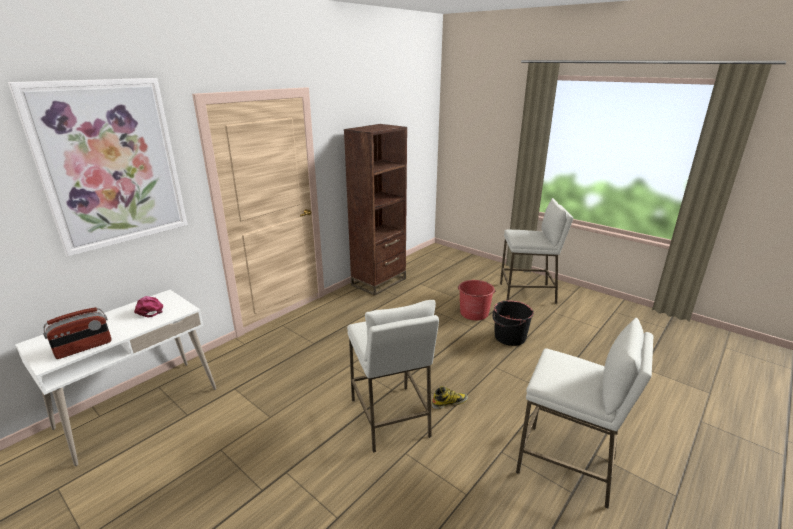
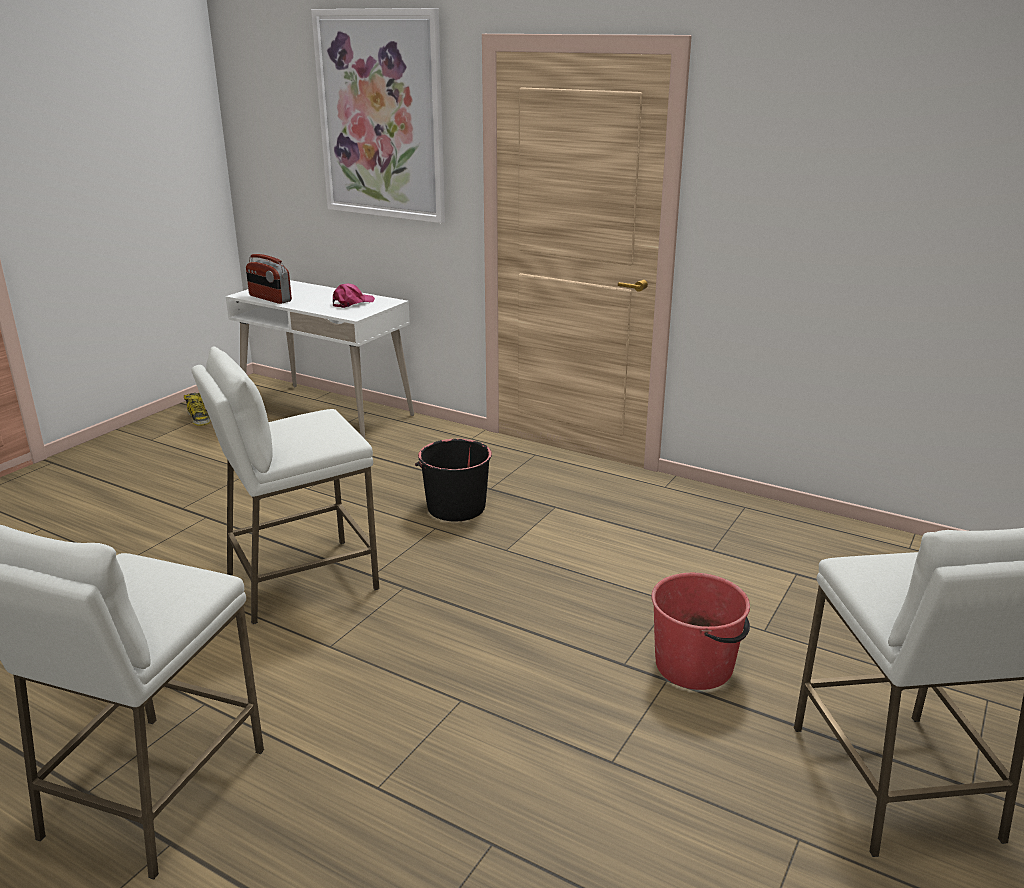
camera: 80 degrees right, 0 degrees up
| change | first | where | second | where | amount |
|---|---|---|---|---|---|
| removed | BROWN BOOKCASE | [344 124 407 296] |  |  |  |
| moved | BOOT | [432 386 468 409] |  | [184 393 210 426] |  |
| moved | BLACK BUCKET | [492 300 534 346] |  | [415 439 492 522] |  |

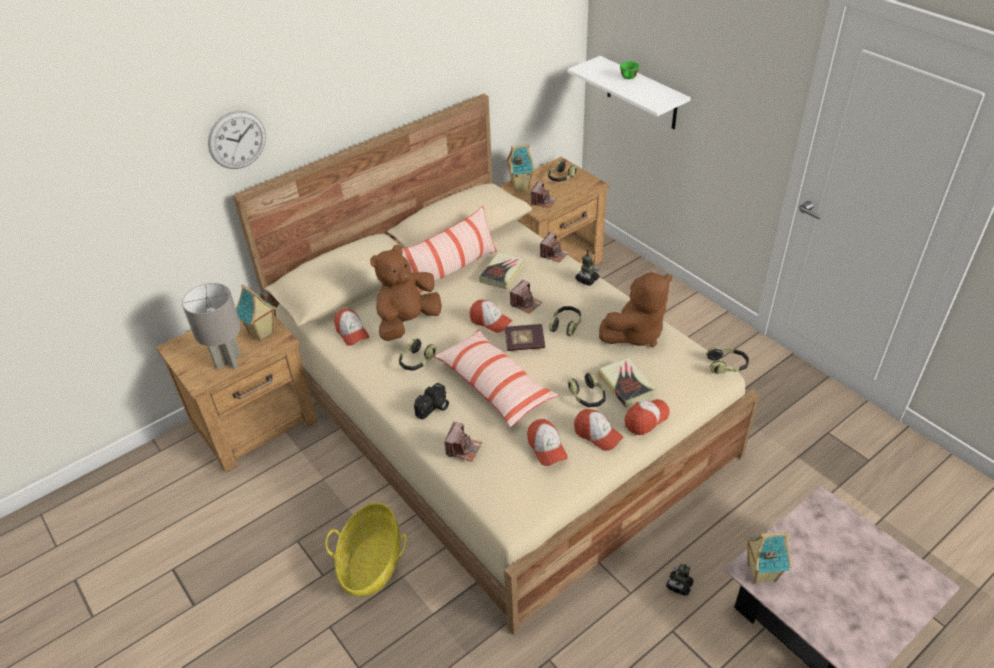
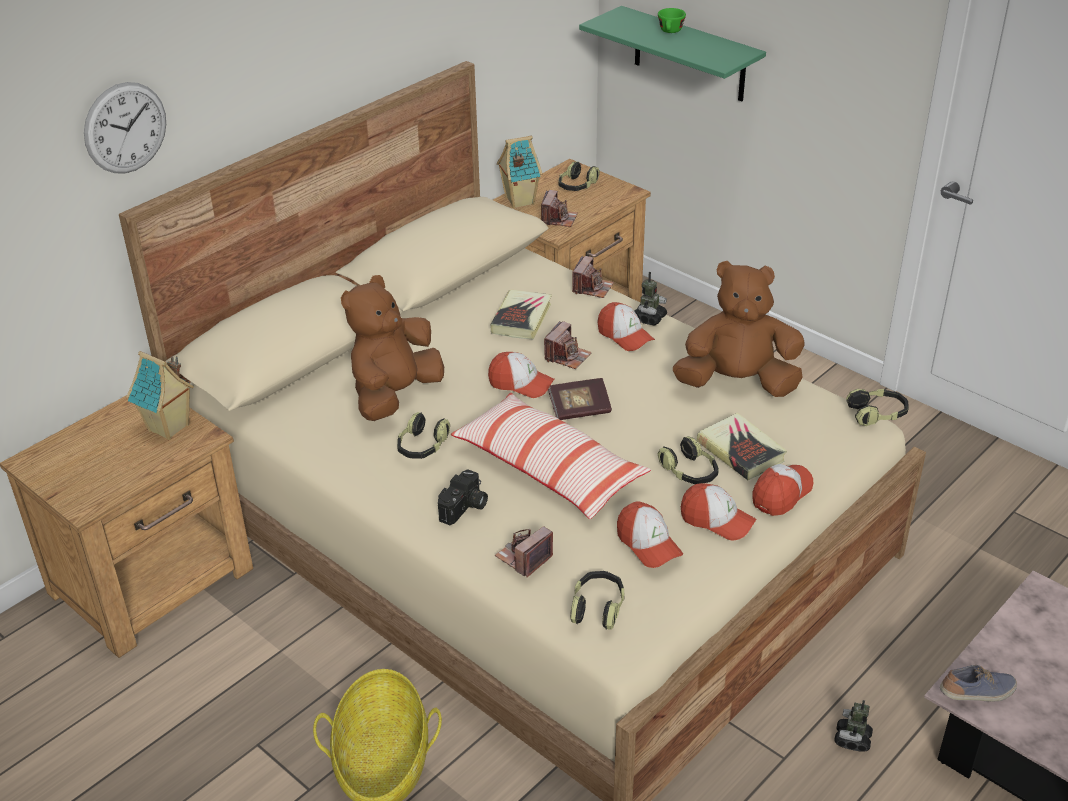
camera: 10 degrees left, 5 degrees down
| change | first | where | second | where | amount |
|---|---|---|---|---|---|
| removed | GREY TABLE LAMP | [182 283 242 370] |  |  |  |
| removed | PILLOW | [402 206 497 294] |  |  |  |
| moved | CAP | [334 308 369 346] |  | [597 302 655 351] |  |
| moved | HEADPHONES | [549 306 581 337] |  | [570 571 624 630] |  |
| replaced | TOY HOUSE | [745 532 792 584] | SHOE | [940 665 1017 702] |  |
| recoloured | WHITE SHELF | [567 56 691 129] | GREEN SHELF | [579 6 766 101] |  |
| turned | PHOTO CAMERA | [444 422 482 461] |  | [495 526 553 577] | 150 degrees counterclockwise |
| turned | BROWN PLUSH TOY | [599 272 672 347] |  | [673 261 805 397] | 135 degrees counterclockwise |

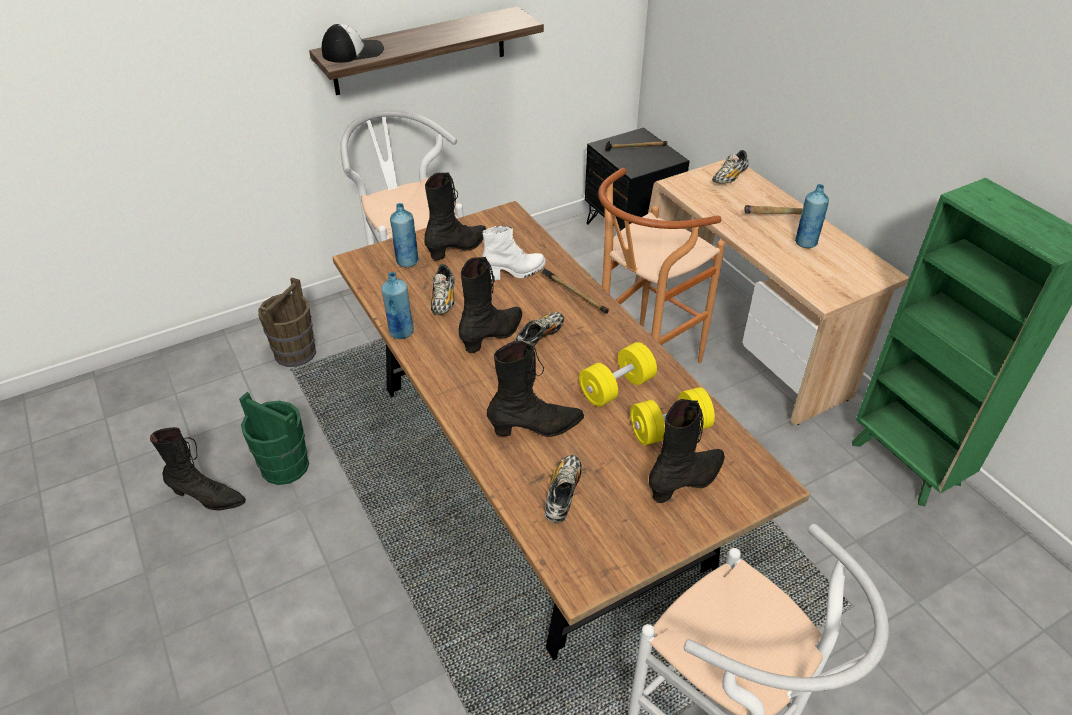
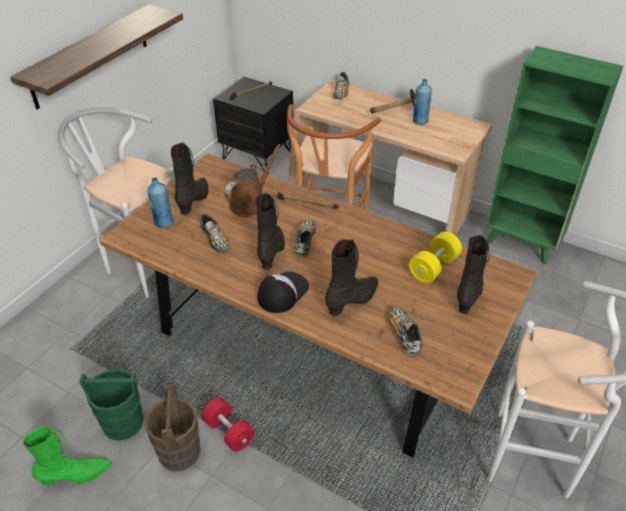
camera: 30 degrees left, 0 degrees up
| change | first | where | second | where | amount |
|---|---|---|---|---|---|
| removed | BLUE BOTTLE | [381 272 414 339] |  |  |  |
| removed | YELLOW DUMBBELL | [579 342 657 407] |  |  |  |
| added |  |  | RED DUMBBELL | [201 397 255 452] |  |
| moved | BROWN BUCKET | [258 277 316 367] |  | [144 384 201 471] |  |
| moved | CAP | [322 24 384 63] |  | [258 271 309 313] |  |
| replaced | WHITE BOOT | [482 226 545 281] | BROWN WATERING CAN | [224 144 281 217] |  |
| recoloured | BLACK BOOT | [150 427 246 510] | GREEN BOOT | [23 426 112 486] |  |

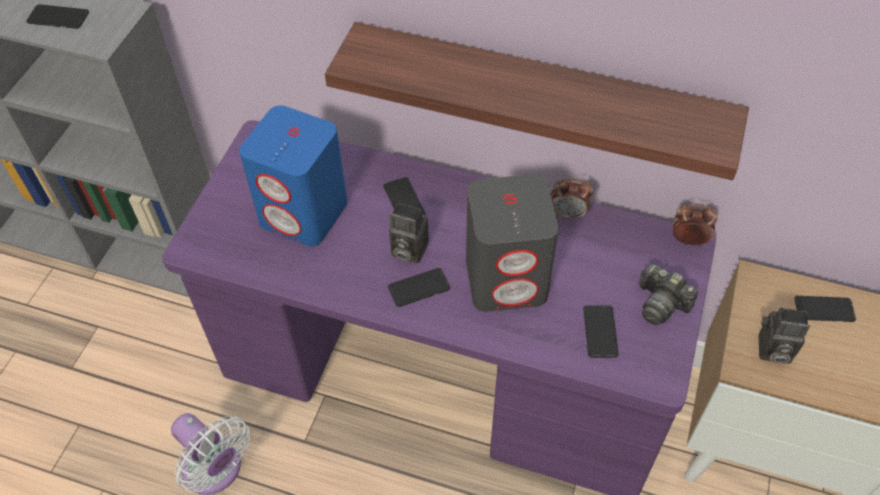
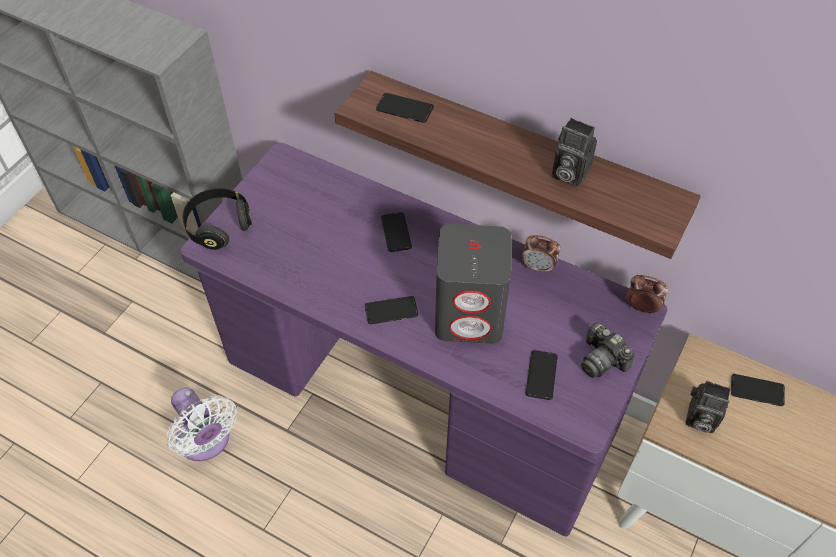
camera: 10 degrees right, 0 degrees up
| change | first | where | second | where | amount |
|---|---|---|---|---|---|
| removed | BLUE SPEAKER | [239 105 347 246] |  |  |  |
| added |  |  | BLACK HEADPHONES | [183 188 252 250] |  |
| moved | PHONE | [26 4 89 29] |  | [376 93 434 123] |  |
| moved | PHOTO CAMERA | [389 202 429 264] |  | [552 118 597 188] |  |

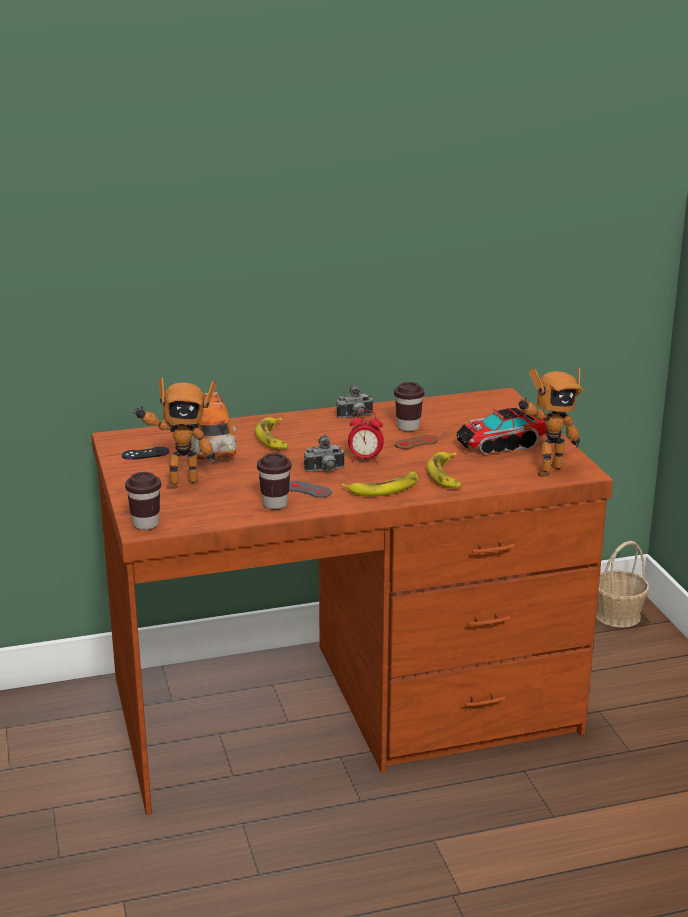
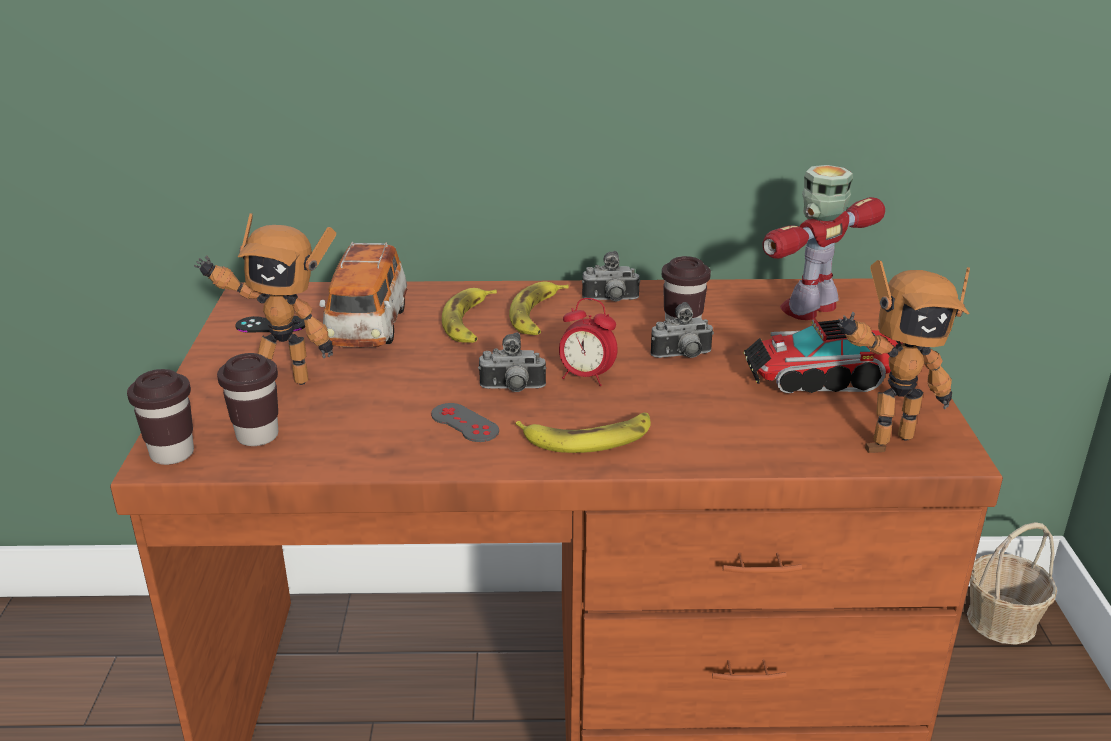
camera: 15 degrees right, 5 degrees up
| change | first | where | second | where | amount |
|---|---|---|---|---|---|
| added |  |  | TOY ROBOT | [763 165 885 320] |  |
| moved | BROWN CUP | [257 453 292 509] |  | [217 353 278 446] |  |
| moved | BANANA | [427 452 462 488] |  | [509 282 569 335] |  |
| replaced | BROWN GAME CONTROLLER | [395 435 438 449] | PHOTO CAMERA | [651 302 714 358] |  |

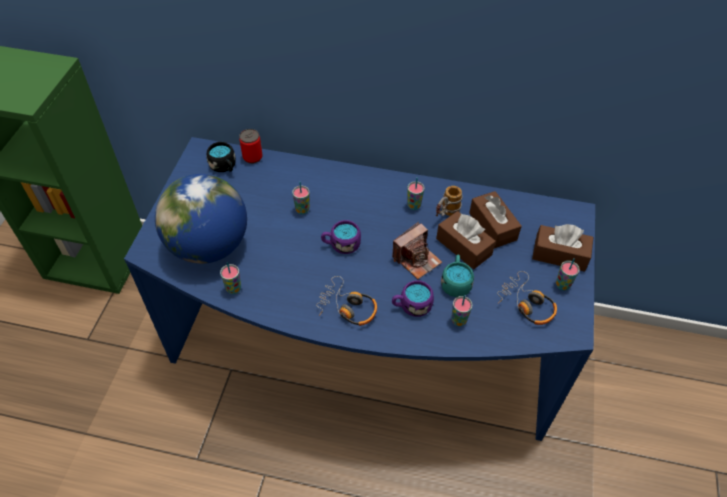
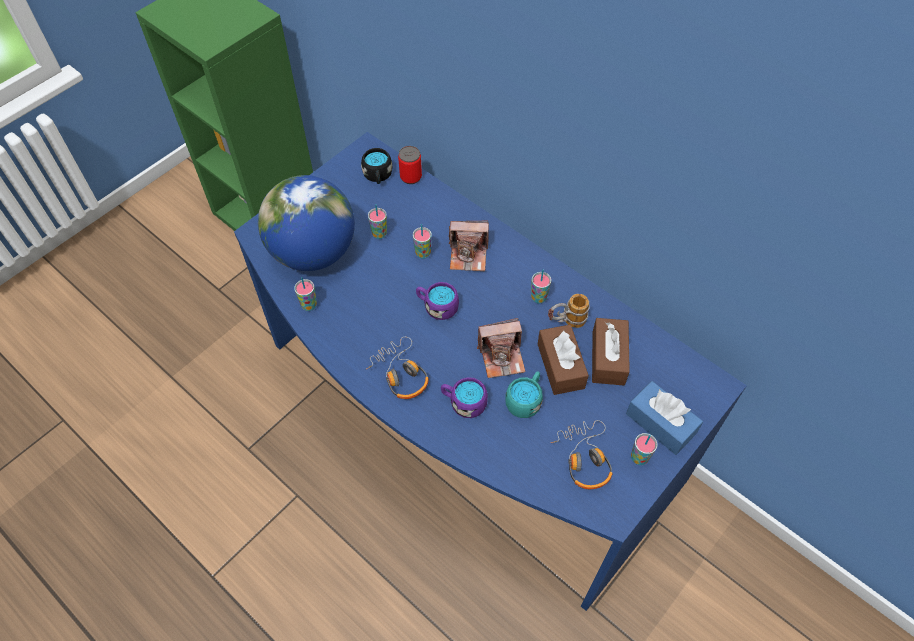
camera: 30 degrees right, 5 degrees up
| change | first | where | second | where | amount |
|---|---|---|---|---|---|
| added |  |  | PHOTO CAMERA | [449 221 489 271] |  |
| moved | CUP | [451 295 473 326] |  | [368 204 387 239] |  |
| recoloured | BROWN TISSUE BOX | [532 224 594 272] | BLUE TISSUE BOX | [626 381 703 455] |  |

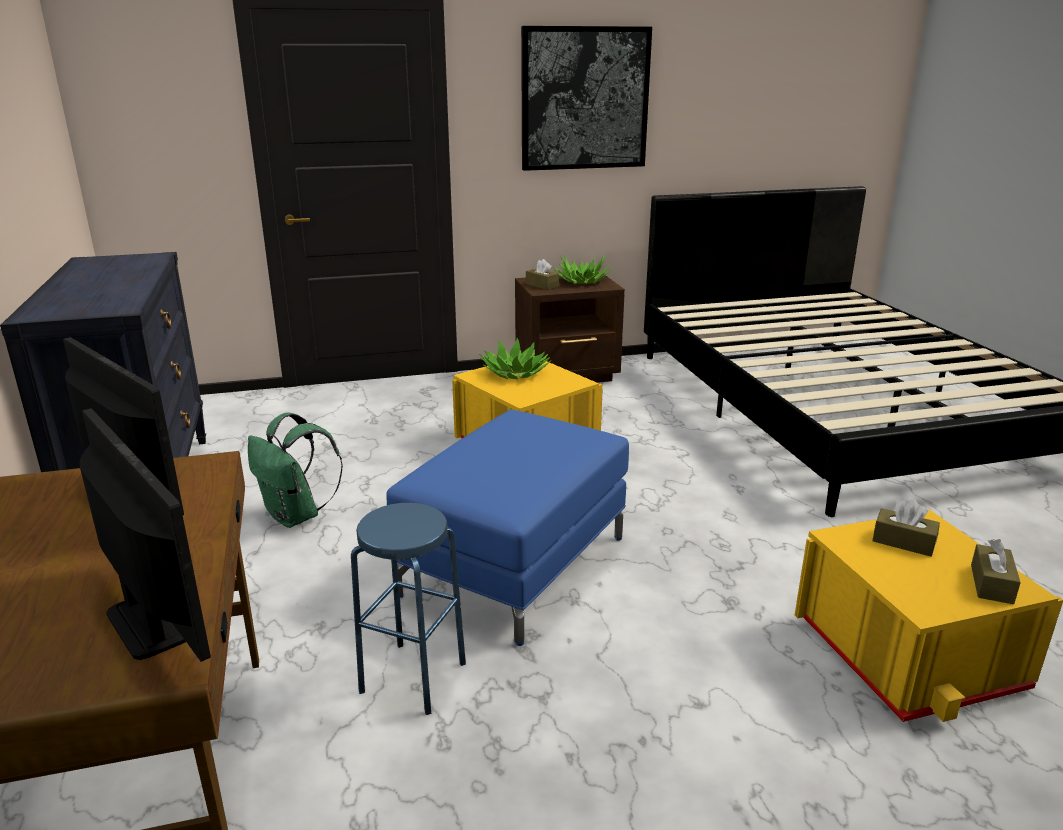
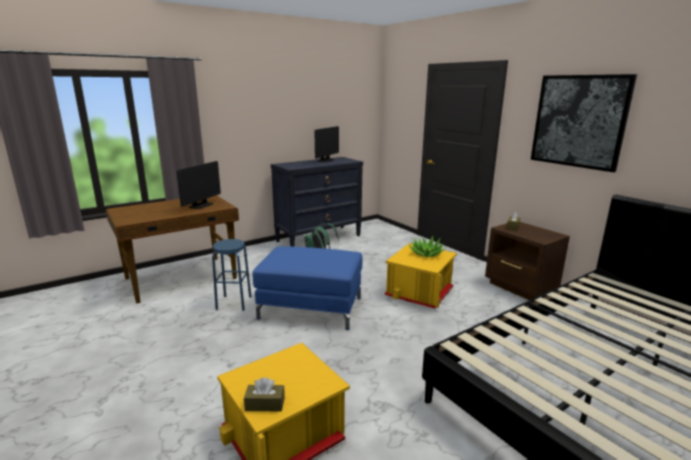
camera: 70 degrees right, 5 degrees down
| change | first | where | second | where | amount |
|---|---|---|---|---|---|
| removed | POTTED PLANT | [554 256 612 284] |  |  |  |
| removed | BROWN TISSUE BOX | [872 500 940 557] |  |  |  |
| moved | MONITOR | [80 408 211 662] |  | [314 126 339 162] |  |

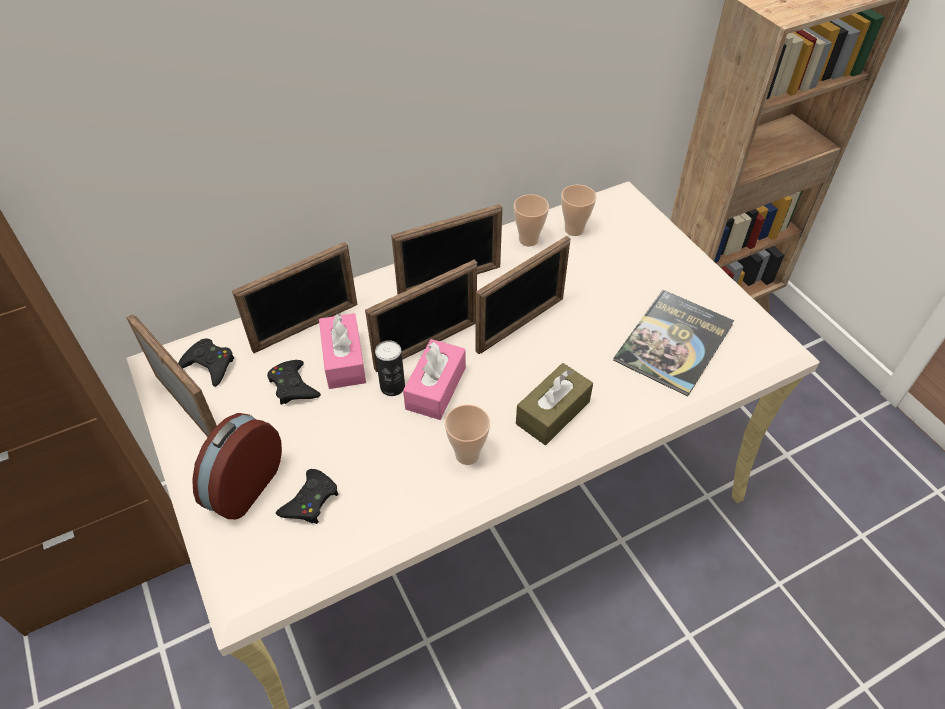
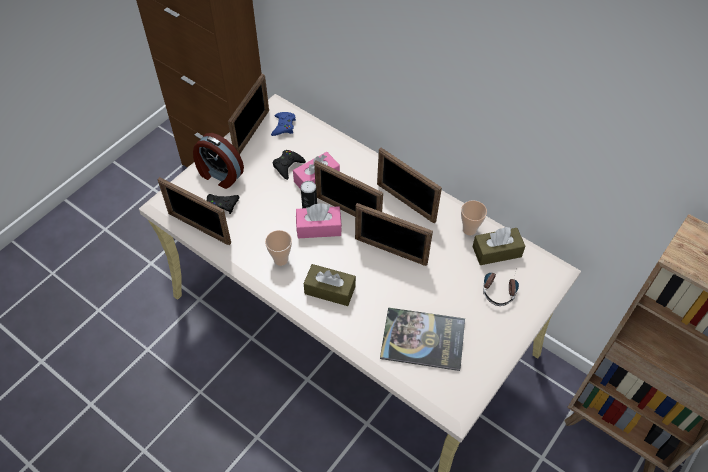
camera: 65 degrees right, 5 degrees up
| change | first | where | second | where | amount |
|---|---|---|---|---|---|
| added |  |  | HEADPHONES | [483 272 519 306] |  |
| moved | PICTURE FRAME | [232 242 358 353] |  | [157 177 231 245] |  |
| replaced | CUP | [561 185 596 236] | BROWN TISSUE BOX | [472 227 526 265] |  |
| recoloured | BLACK GAME CONTROLLER | [178 338 234 387] | BLUE GAME CONTROLLER | [271 112 296 136] |  |
| turned | ALARM CLOCK | [192 413 282 519] |  | [193 133 244 189] | 150 degrees counterclockwise |

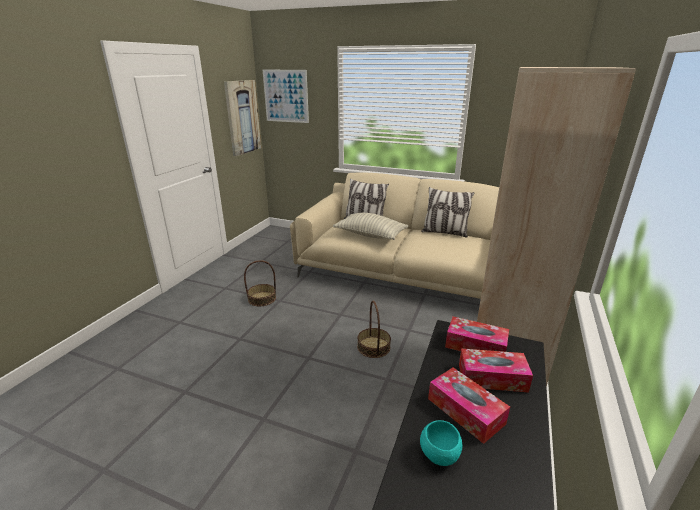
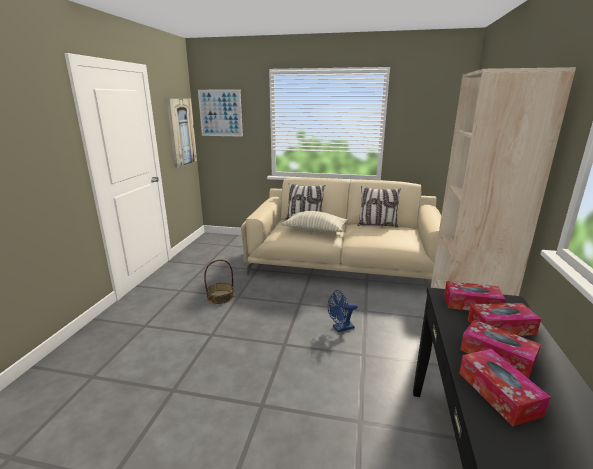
camera: 10 degrees left, 5 degrees down
| change | first | where | second | where | amount |
|---|---|---|---|---|---|
| replaced | BASKET | [357 301 391 358] | BLUE FAN | [328 290 357 332] |  |
| replaced | TURQUOISE BOWL | [420 420 463 466] | TISSUE BOX | [459 349 551 426] |  |

